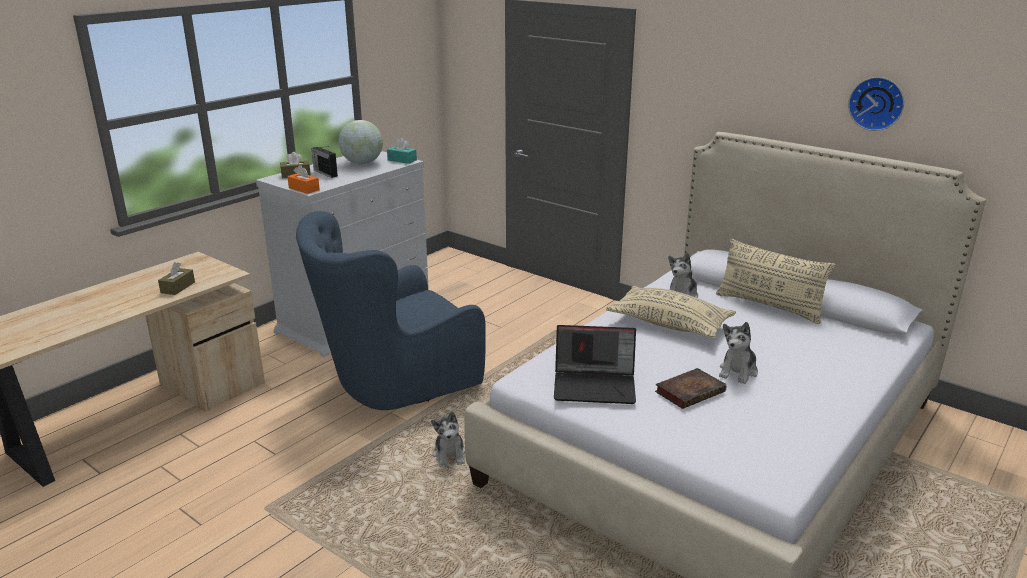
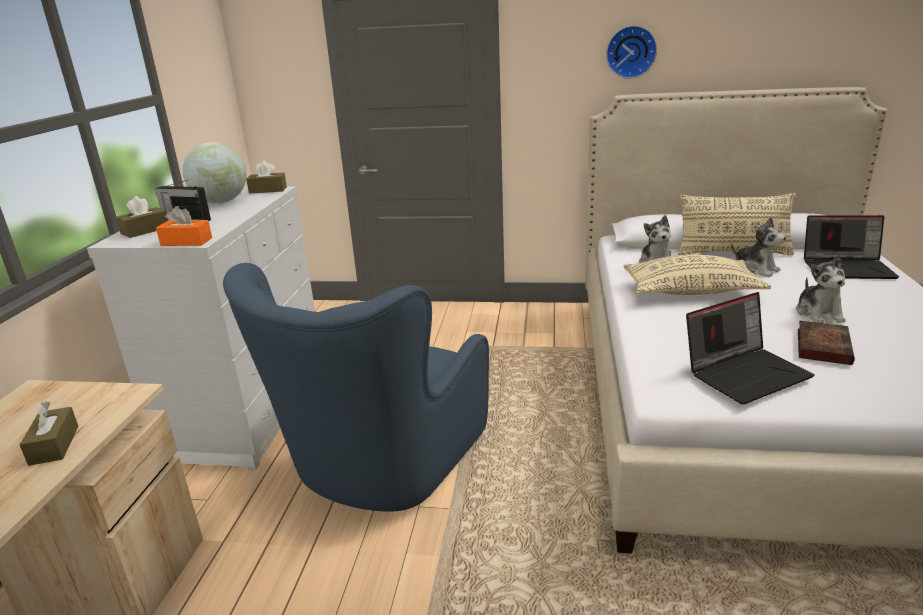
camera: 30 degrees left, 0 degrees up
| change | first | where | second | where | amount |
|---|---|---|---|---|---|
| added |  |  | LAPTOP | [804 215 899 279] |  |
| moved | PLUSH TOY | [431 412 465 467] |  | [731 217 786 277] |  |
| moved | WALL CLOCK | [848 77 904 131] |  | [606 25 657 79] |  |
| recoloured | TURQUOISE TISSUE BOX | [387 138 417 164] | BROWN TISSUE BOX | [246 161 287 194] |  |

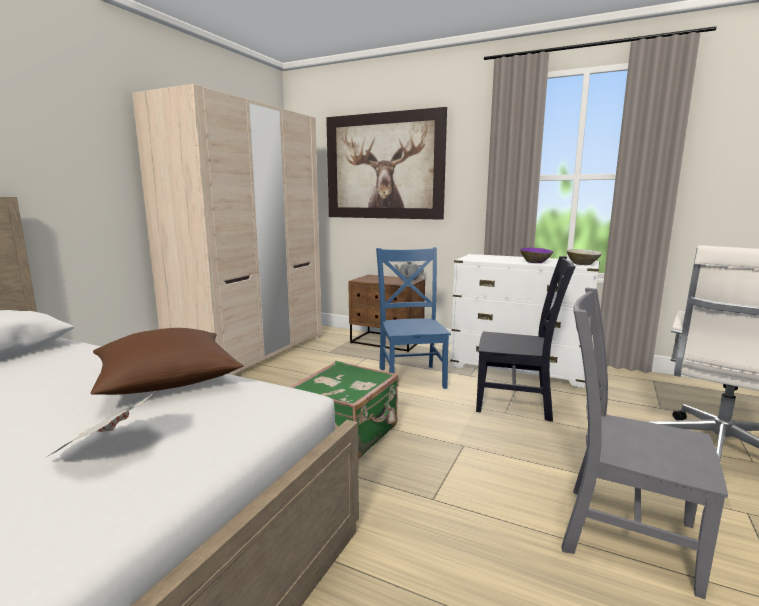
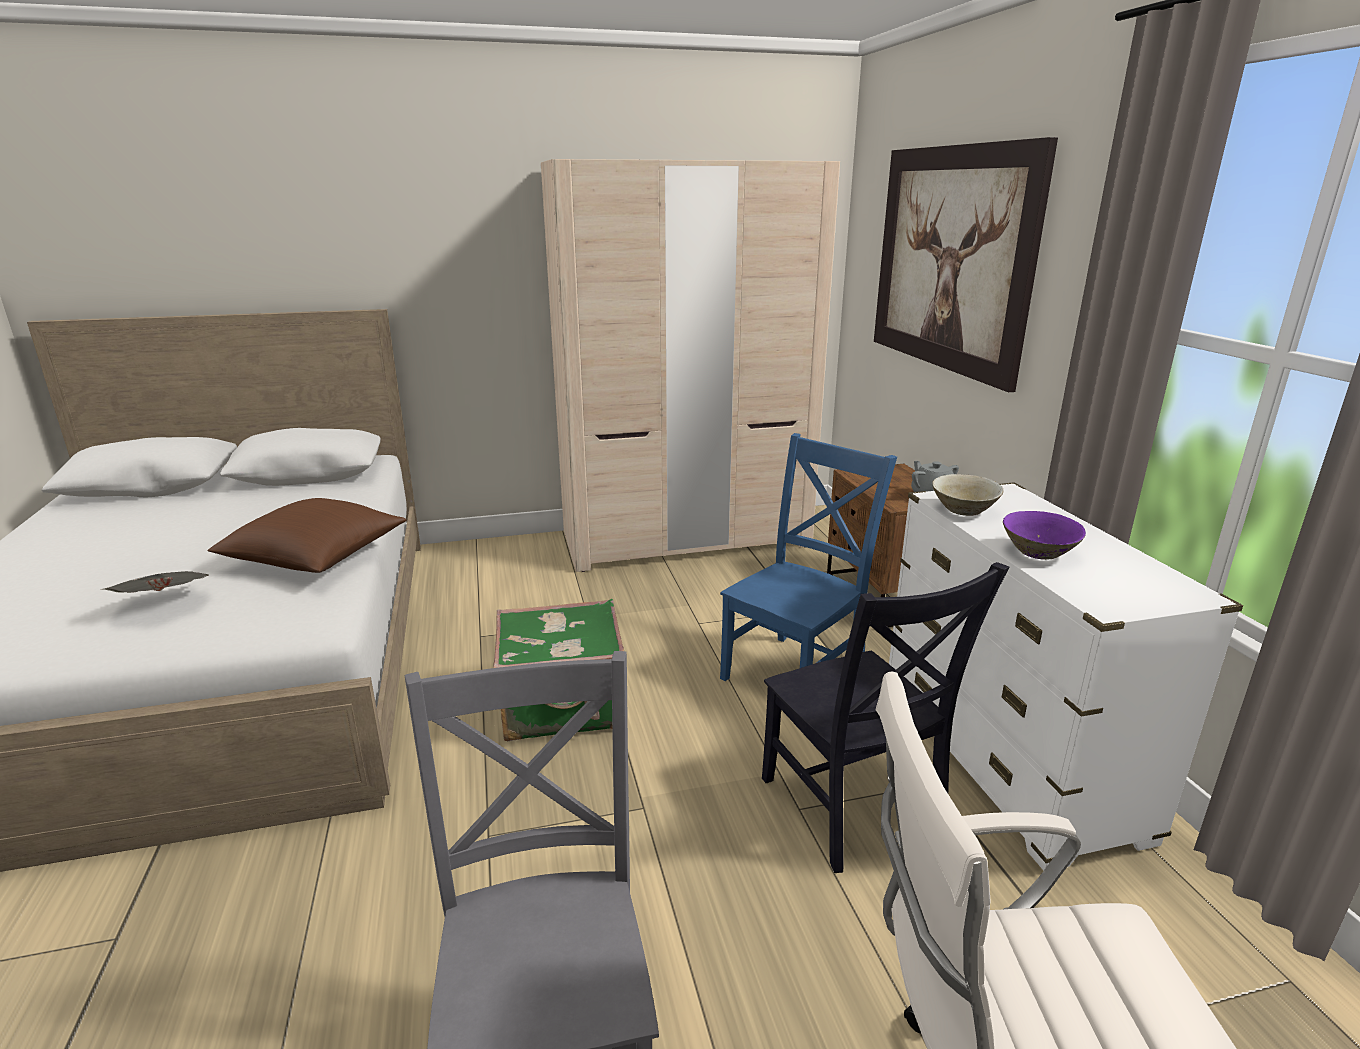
camera: 50 degrees right, 10 degrees up
| change | first | where | second | where | amount |
|---|---|---|---|---|---|
| moved | BEIGE BOWL | [566 249 602 265] |  | [932 474 1004 516] |  |

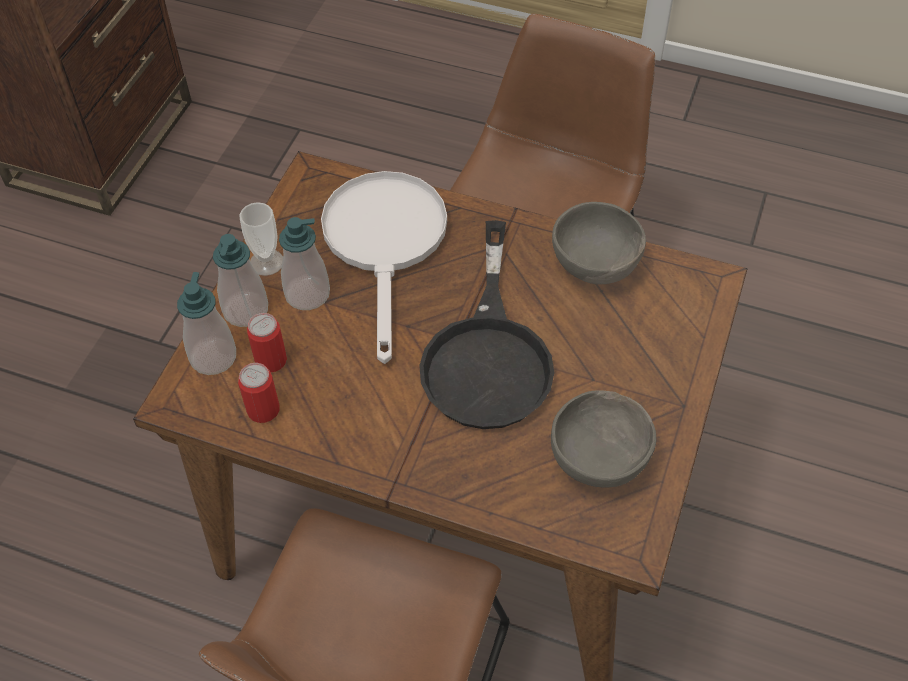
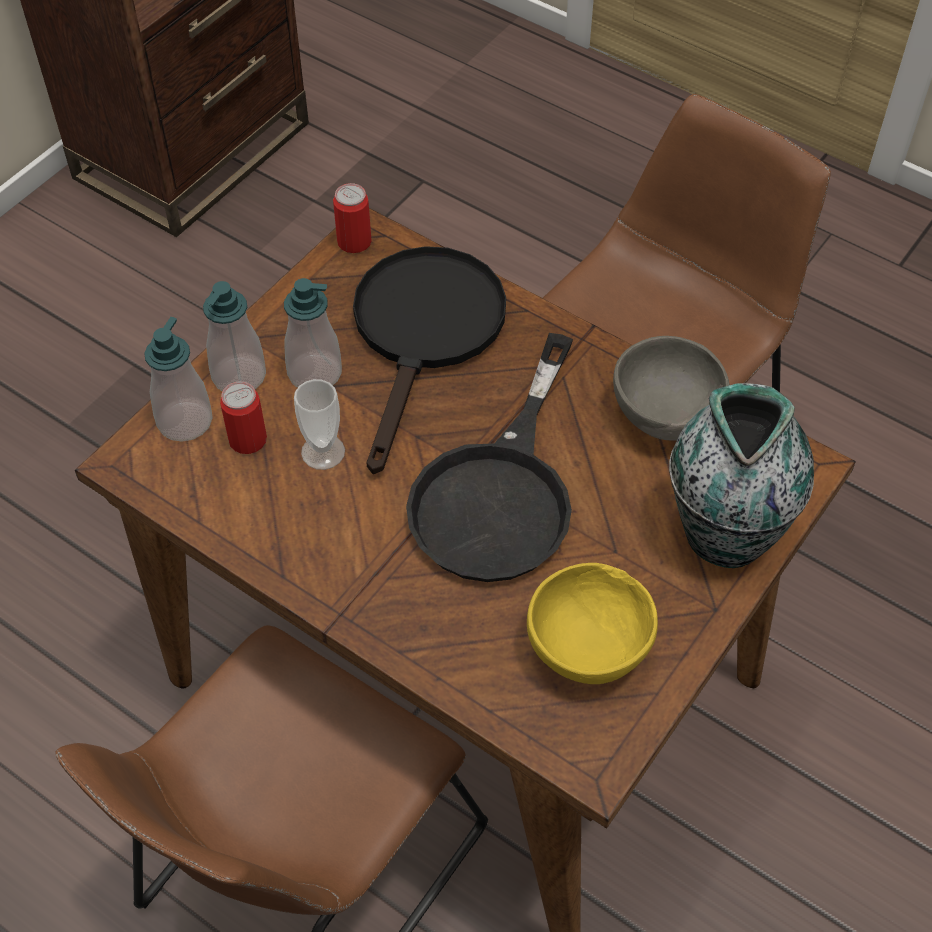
camera: 15 degrees right, 0 degrees up
| change | first | where | second | where | amount |
|---|---|---|---|---|---|
| added |  |  | VASE | [669 383 814 568] |  |
| moved | CAN | [238 363 280 423] |  | [333 183 372 253] |  |
| moved | CUP | [239 202 283 276] |  | [294 379 345 470] |  |
| recoloured | WHITE FRYING PAN | [321 171 447 364] | BLACK FRYING PAN | [353 246 506 474] |  |
| recoloured | GREY BOWL | [551 390 656 488] | YELLOW BOWL | [527 563 658 684] |  |

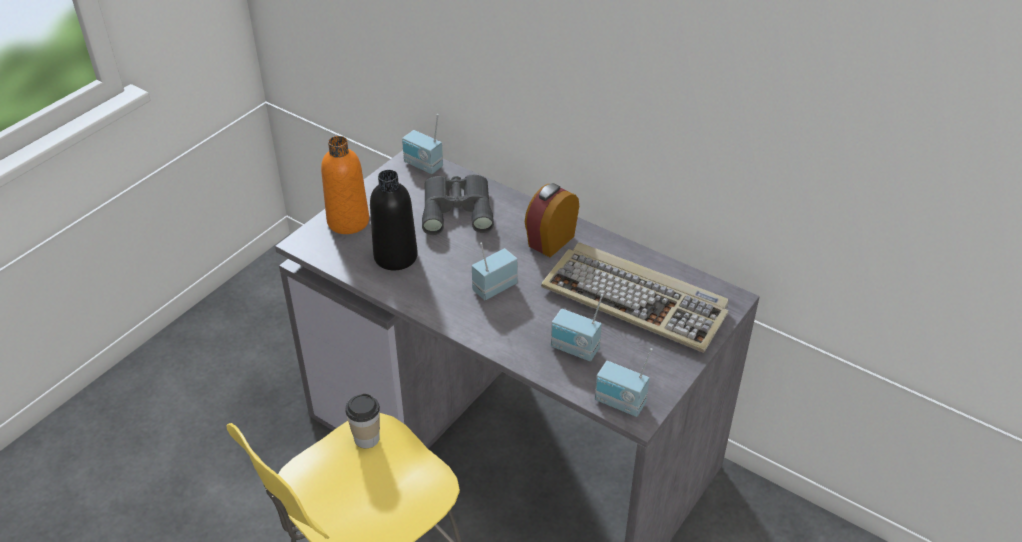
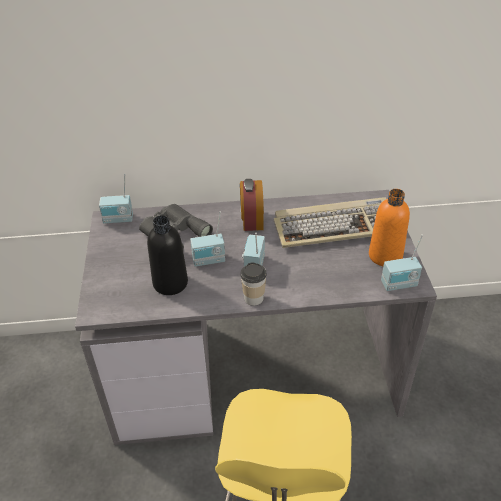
camera: 40 degrees left, 0 degrees up
| change | first | where | second | where | amount |
|---|---|---|---|---|---|
| moved | ORANGE BOTTLE | [321 136 369 234] |  | [369 189 410 266] |  |
| moved | CUP | [345 394 380 448] |  | [240 262 267 306] |  |
| moved | RADIO | [551 294 603 361] |  | [190 212 225 267] |  |

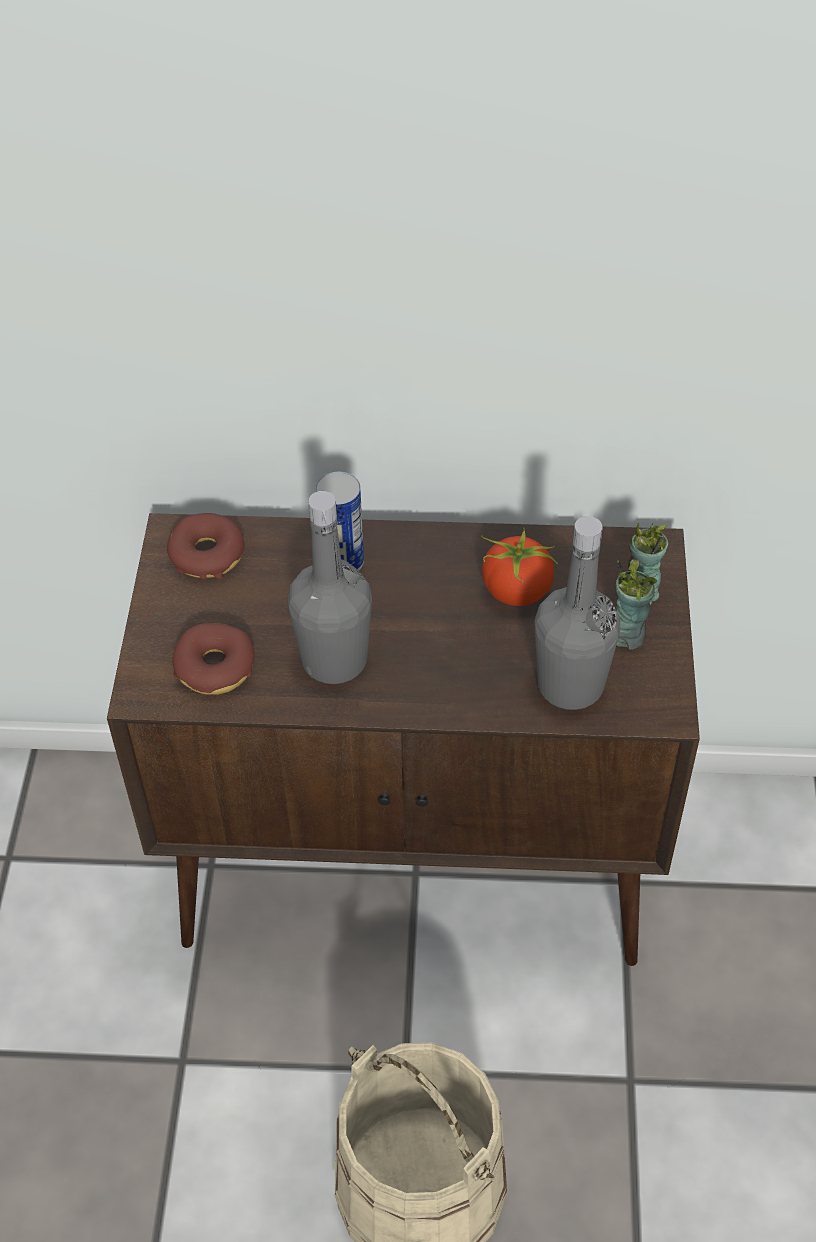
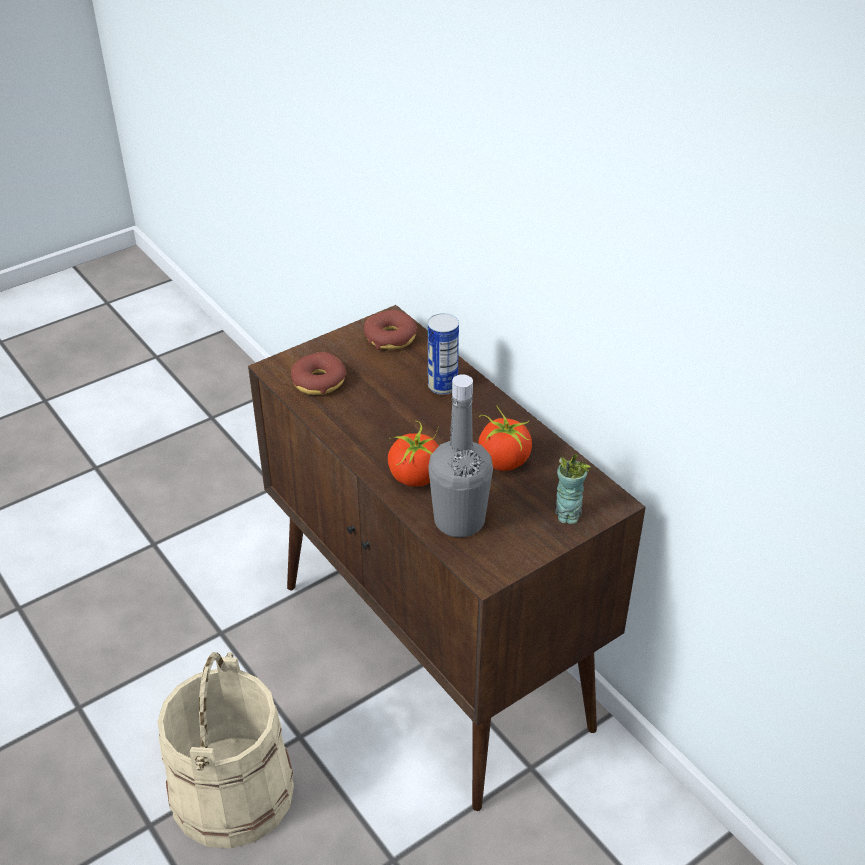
camera: 50 degrees right, 10 degrees down
| change | first | where | second | where | amount |
|---|---|---|---|---|---|
| removed | GREY BOTTLE | [288 491 372 684] |  |  |  |
| removed | CUP | [616 560 657 650] |  |  |  |
| added |  |  | TOMATO | [388 421 439 486] |  |

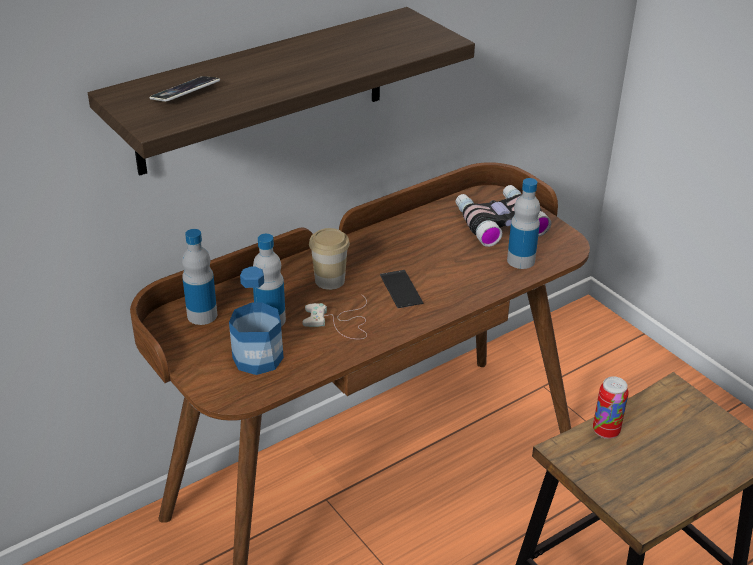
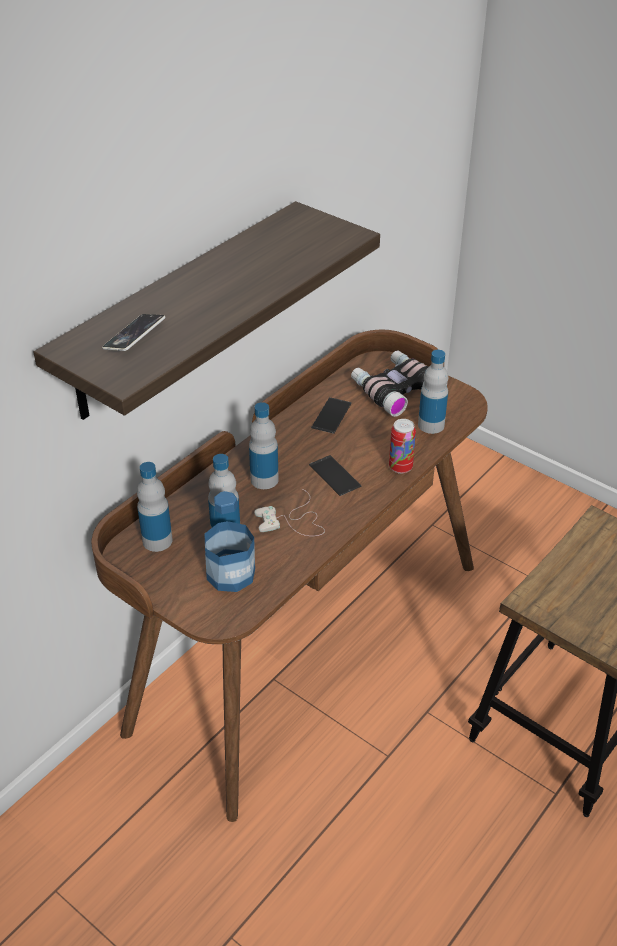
camera: 15 degrees left, 5 degrees up
| change | first | where | second | where | amount |
|---|---|---|---|---|---|
| added |  |  | PHONE | [311 397 352 434] |  |
| moved | CAN | [593 376 629 439] |  | [389 419 416 474] |  |
| replaced | CUP | [309 228 350 290] | BOTTLE | [249 402 279 489] |  |

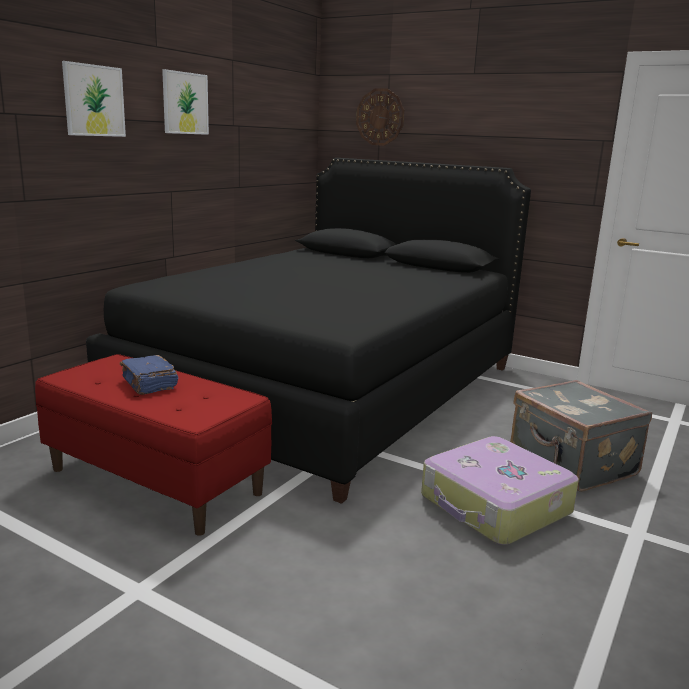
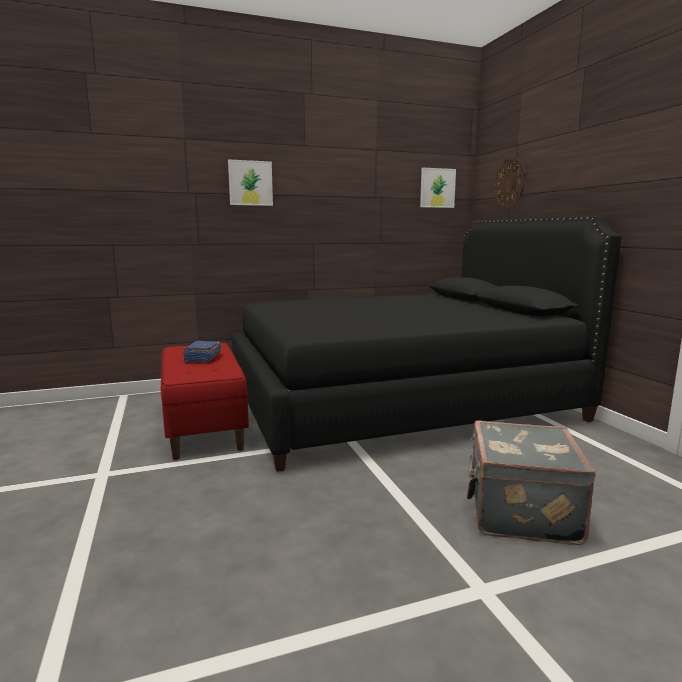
camera: 40 degrees right, 5 degrees down
| change | first | where | second | where | amount |
|---|---|---|---|---|---|
| removed | SUITCASE | [421 436 579 545] |  |  |  |
| moved | PICTURE | [162 69 209 135] |  | [420 168 456 208] |  |

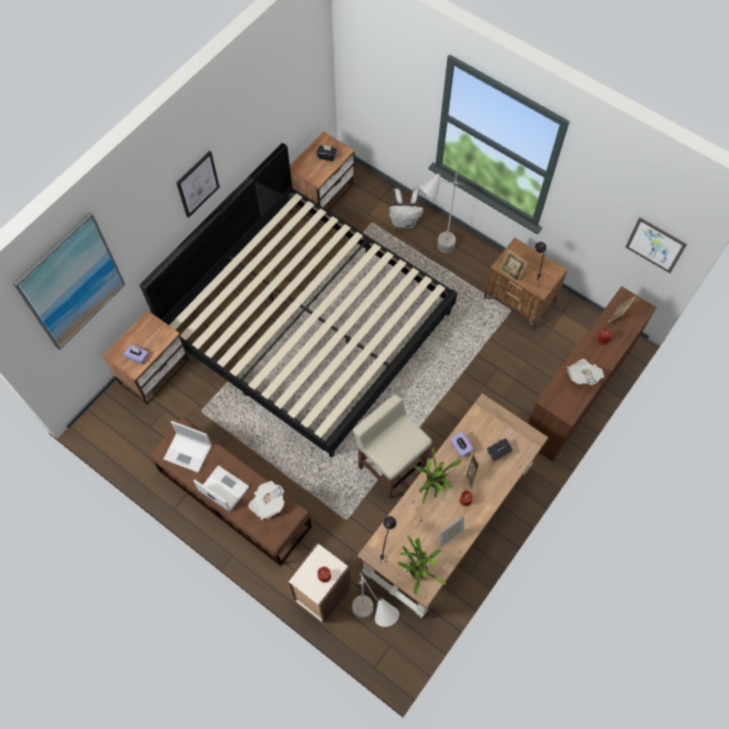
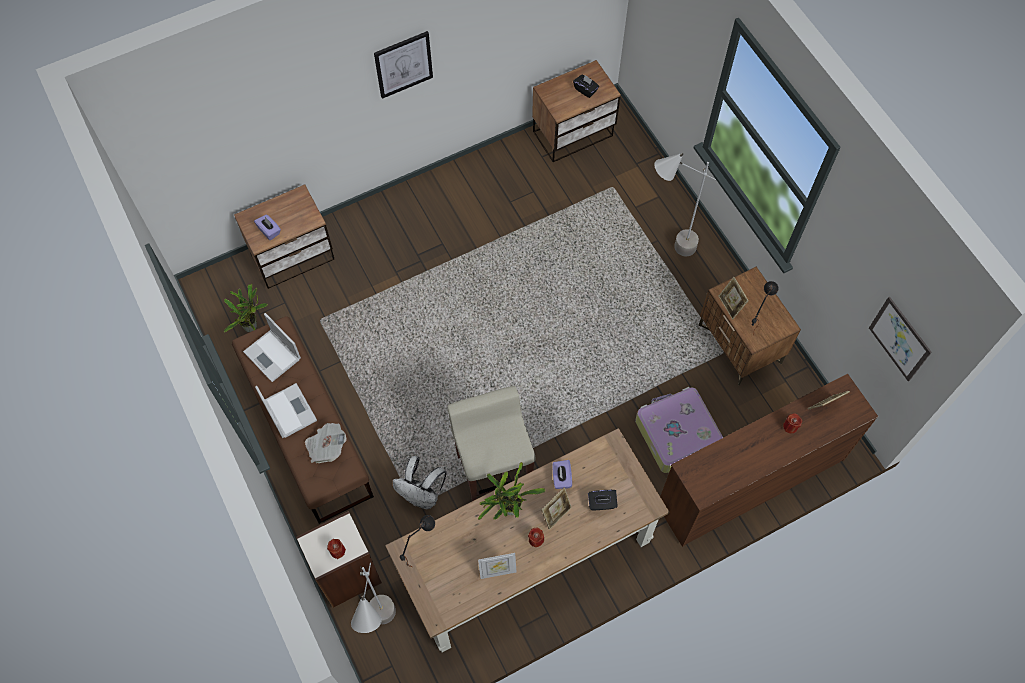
camera: 25 degrees right, 0 degrees up
| change | first | where | second | where | amount |
|---|---|---|---|---|---|
| removed | PICTURE | [13 212 125 350] |  |  |  |
| removed | BED | [140 143 457 457] |  |  |  |
| removed | NEWSPAPER | [567 359 604 385] |  |  |  |
| added |  |  | SUITCASE | [635 387 723 473] |  |
| moved | WHITE BACKPACK | [389 188 423 228] |  | [393 456 446 509] |  |
| moved | POTTED PLANT | [398 535 446 595] |  | [224 284 268 333] |  |

